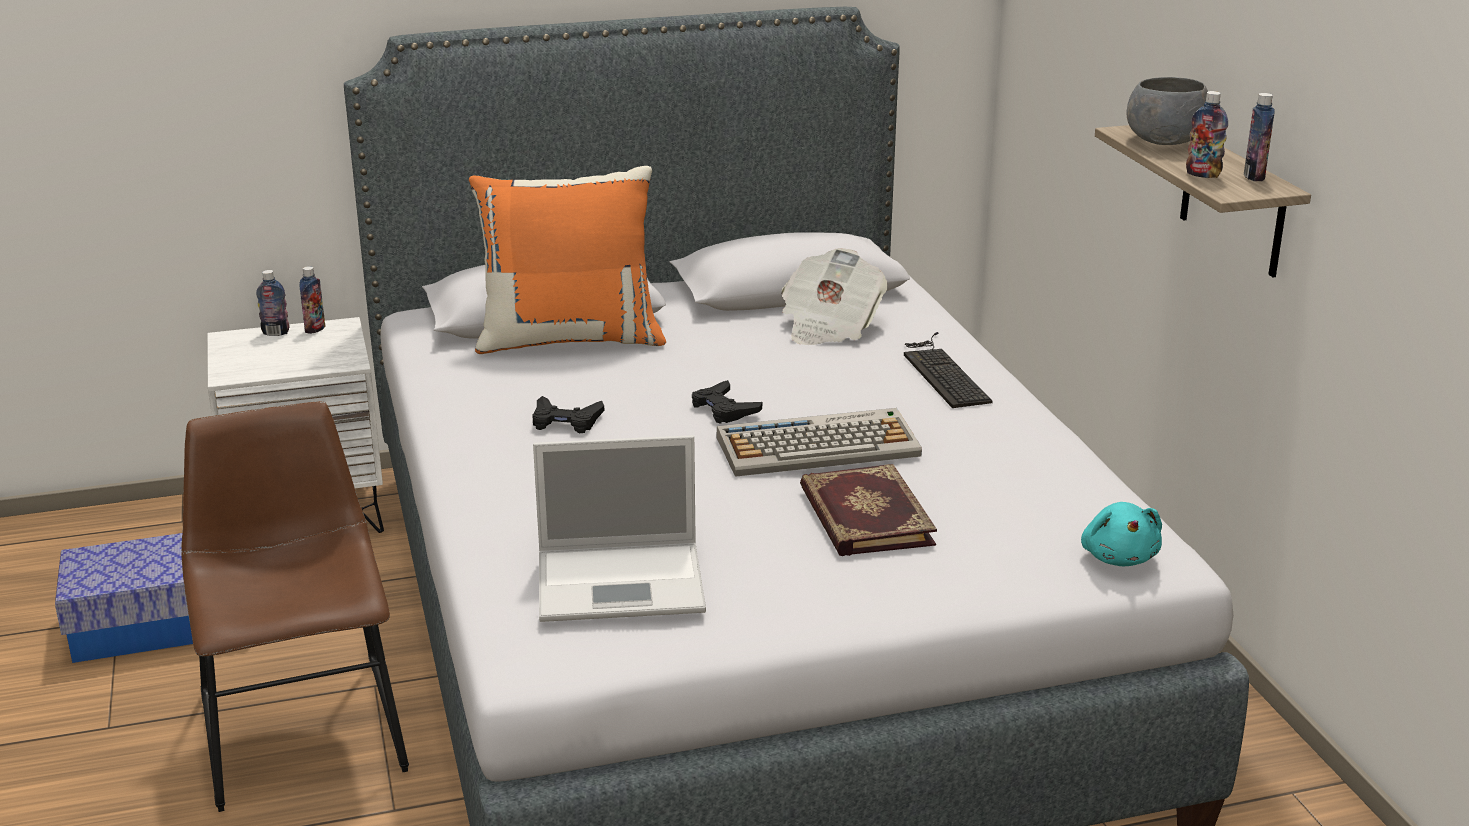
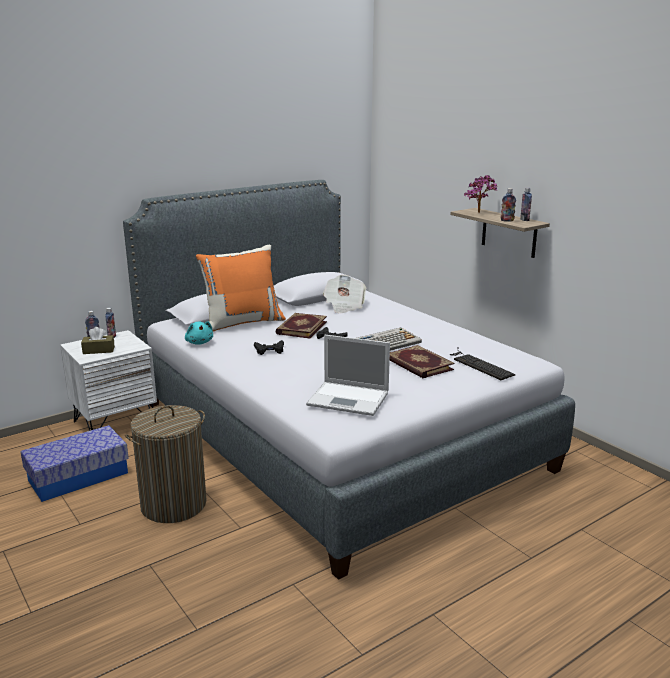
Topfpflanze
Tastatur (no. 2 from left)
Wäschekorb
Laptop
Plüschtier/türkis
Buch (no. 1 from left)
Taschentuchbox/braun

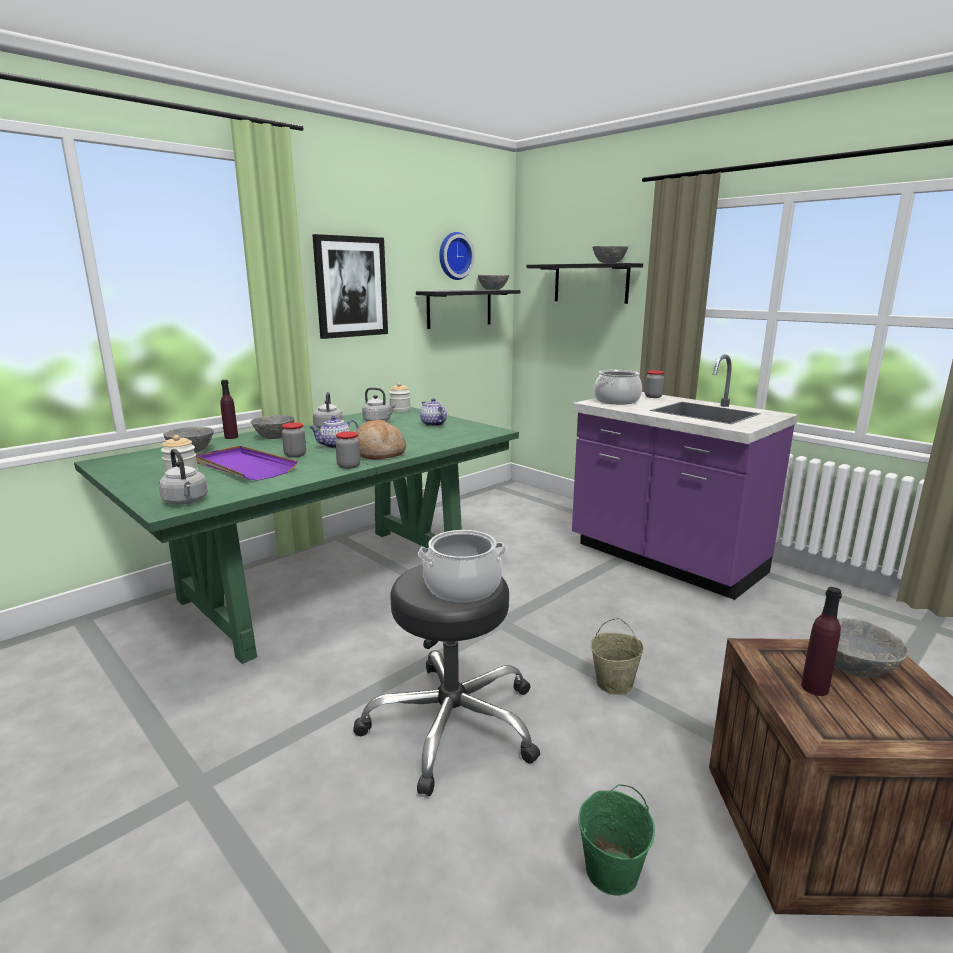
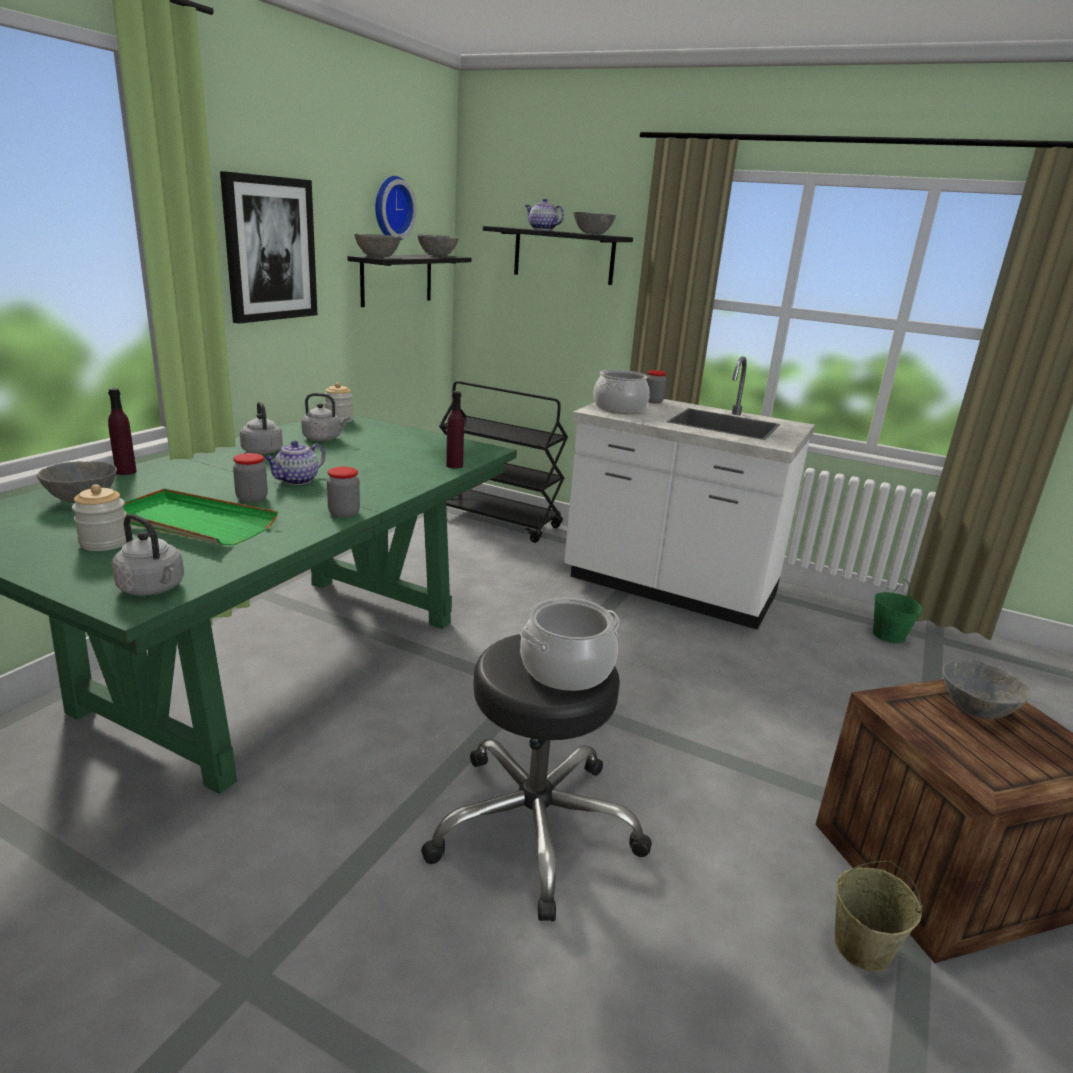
Küchenzeile/weiß
Teekanne (no. 2 from left)
Schüssel/grau (no. 2 from left)
Brot
Tablett/grün
Flasche/lila (no. 2 from left)
Eimer/beige
Eimer/grün
Rollwagen/schwarz

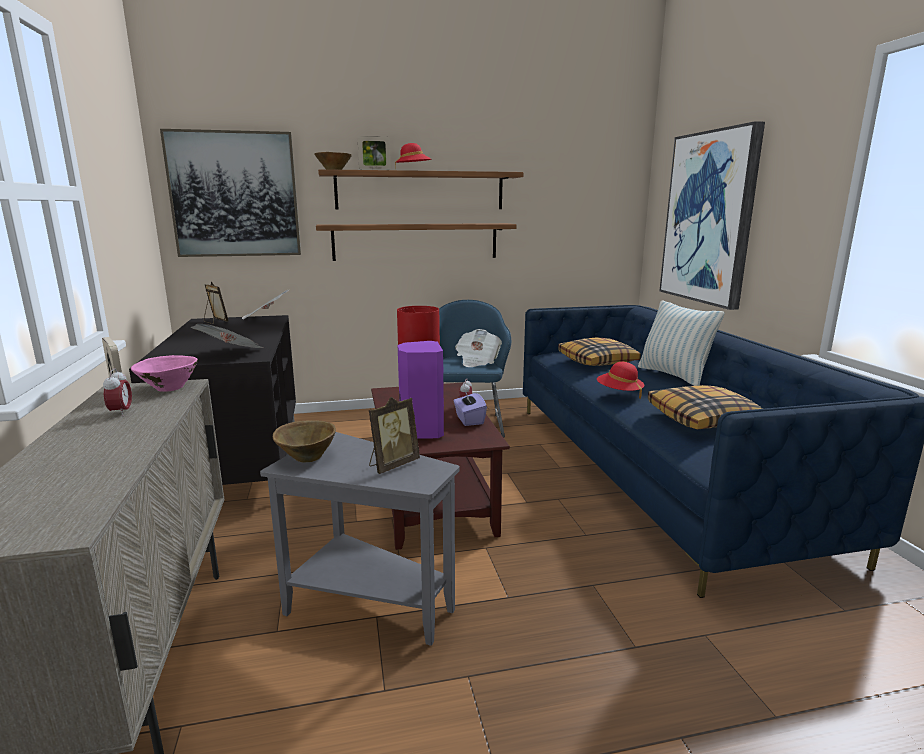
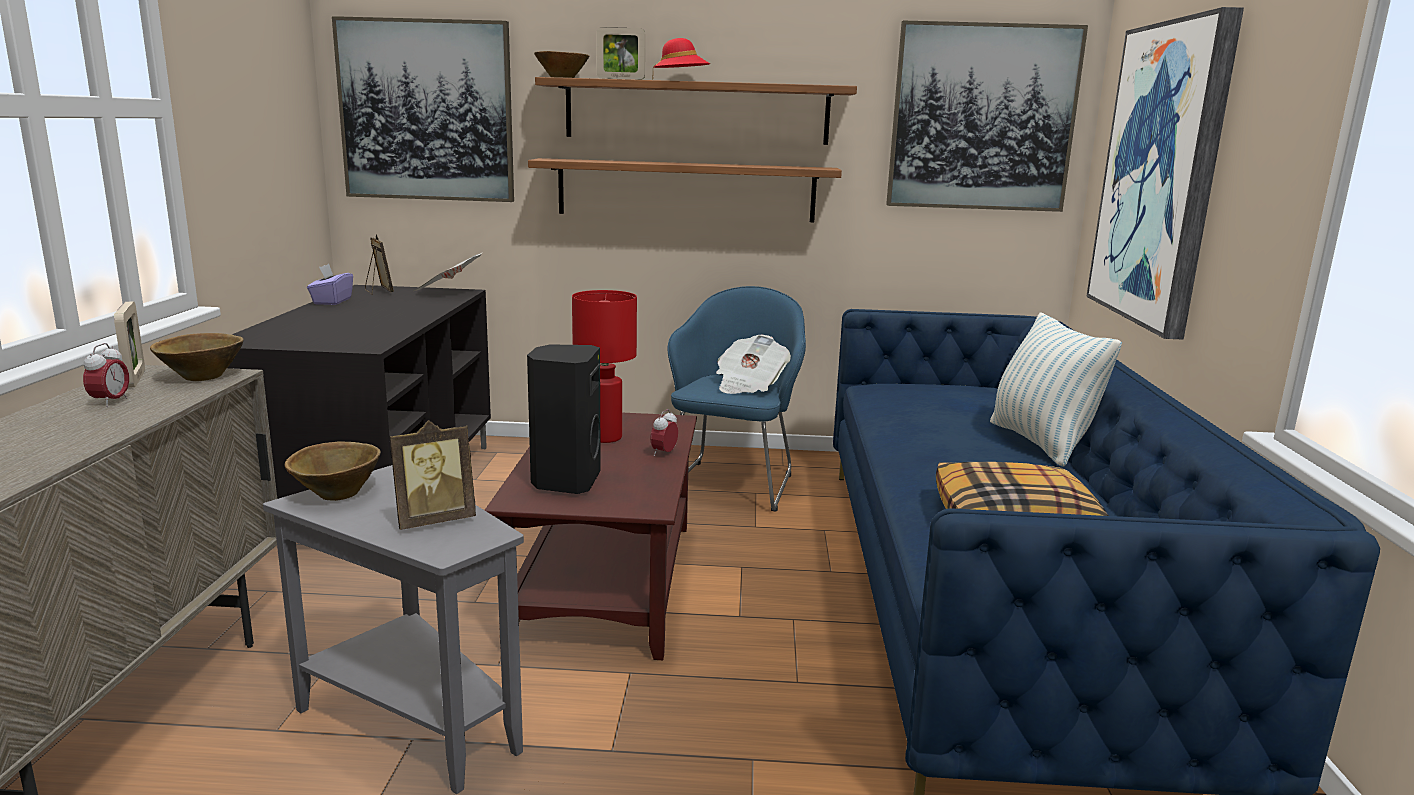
Zeitung (no. 1 from left in the first image)
Kissen (no. 1 from left in the first image)
Lautsprecher/schwarz
Schüssel/braun (no. 1 from left)
Hut/rot (no. 2 from left in the first image)
Taschentuchbox/lila
Bild (no. 2 from left)

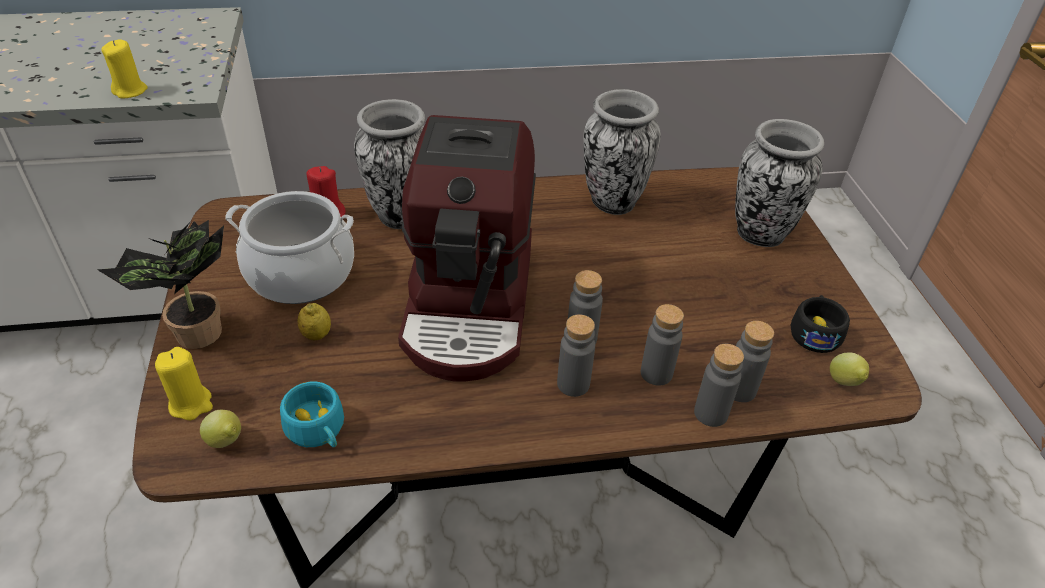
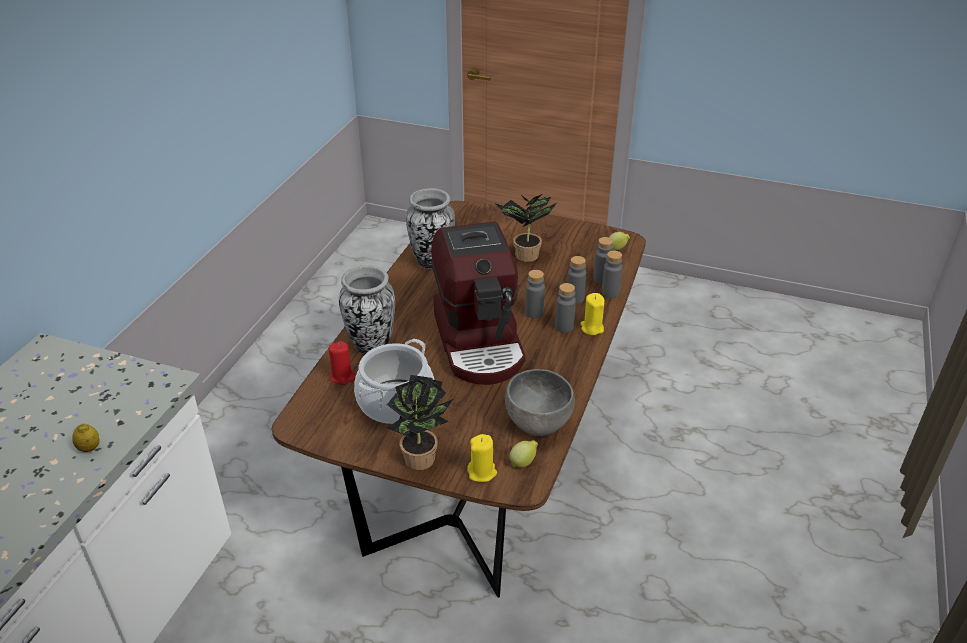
Kerze/gelb (no. 2 from left)
Kaffeemaschine
Vase (no. 3 from left in the first image)
Tasse/schwarz
Zitrone (no. 1 from left)
Schüssel/grau
Topfpflanze (no. 2 from left)

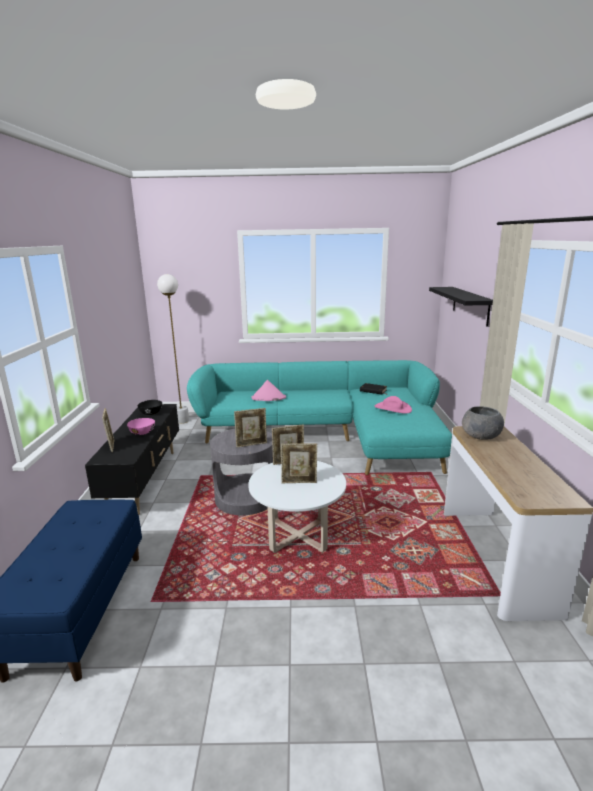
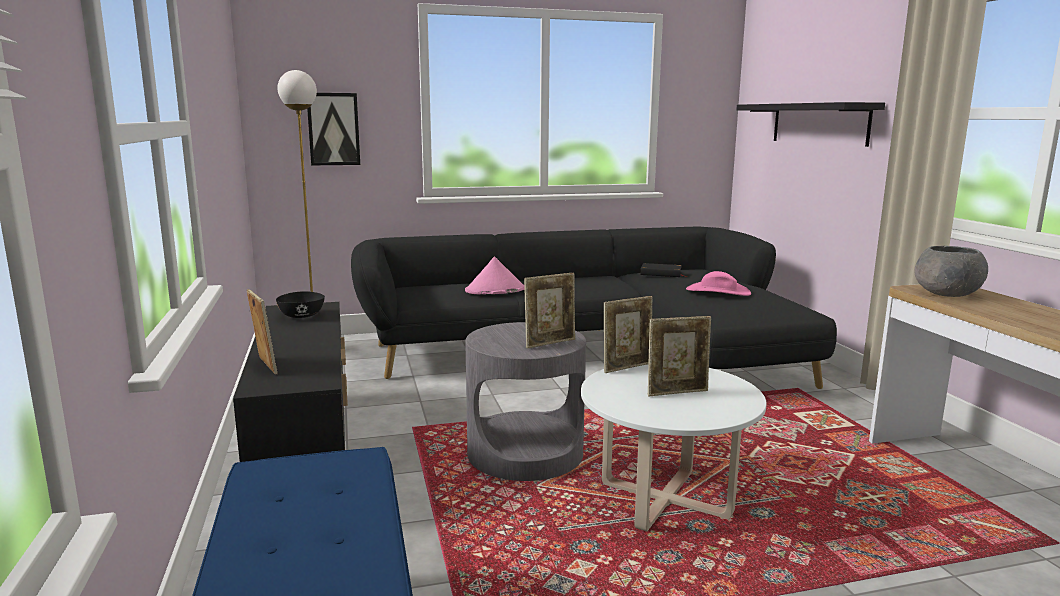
Sofa/schwarz
Schüssel/rosa
Bild

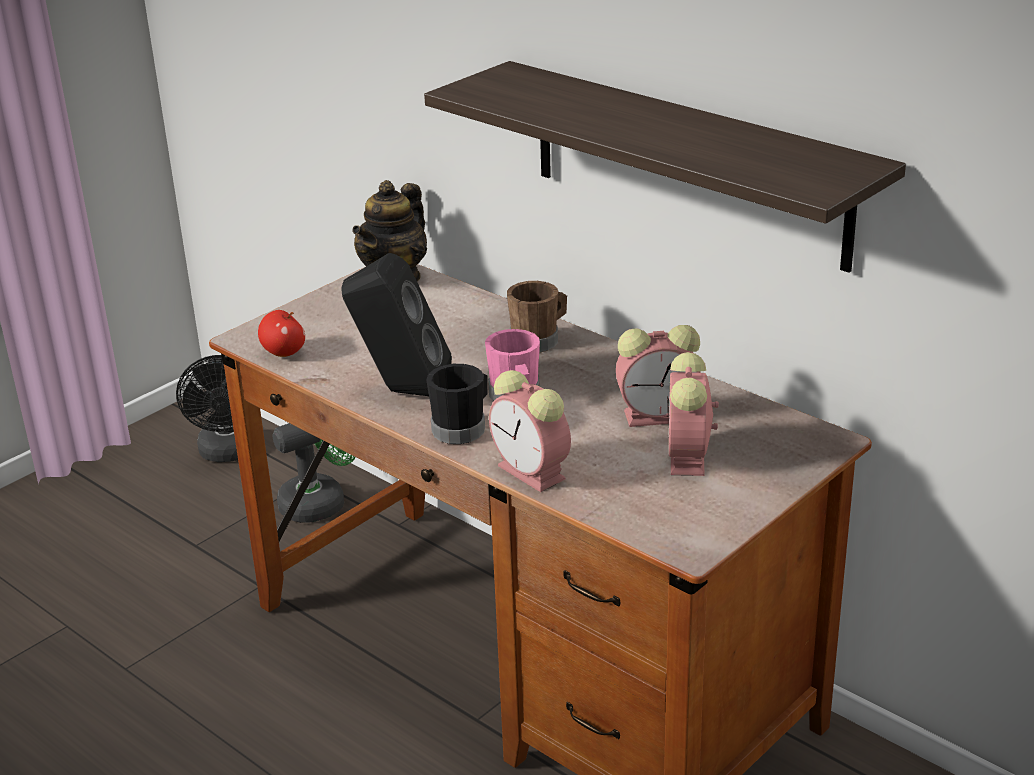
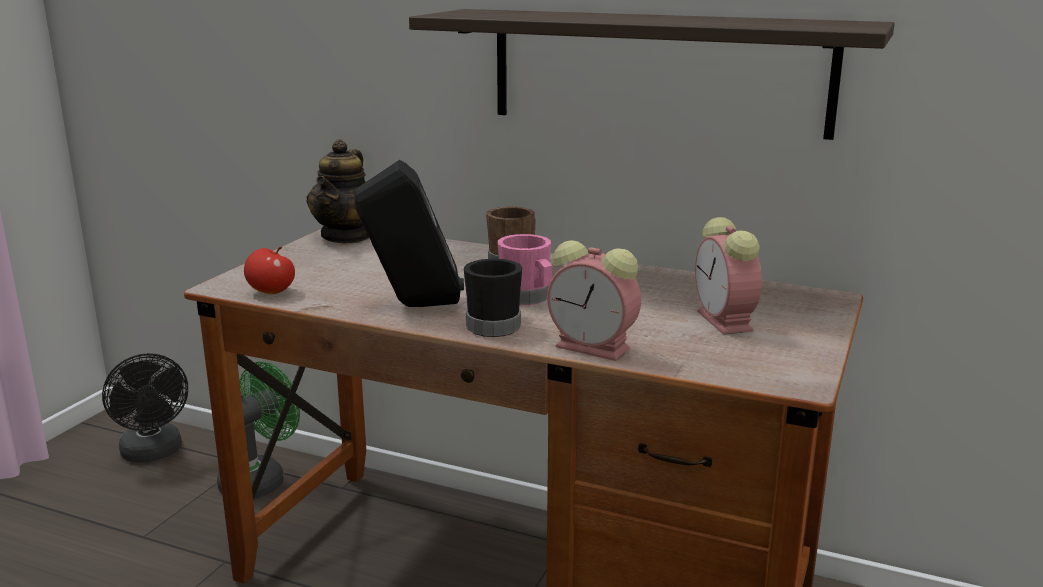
Wecker (no. 2 from left in the first image)

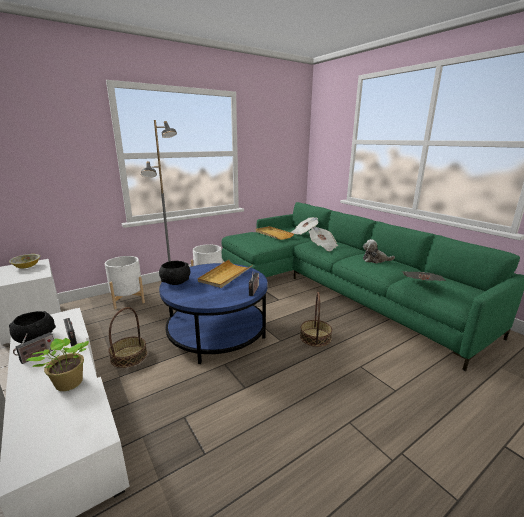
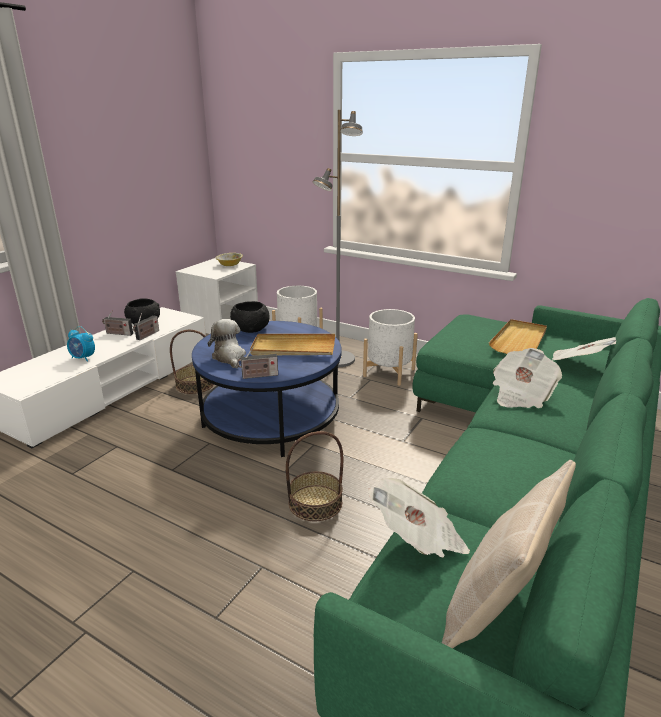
Plüschtier
Wecker
Kissen/beige

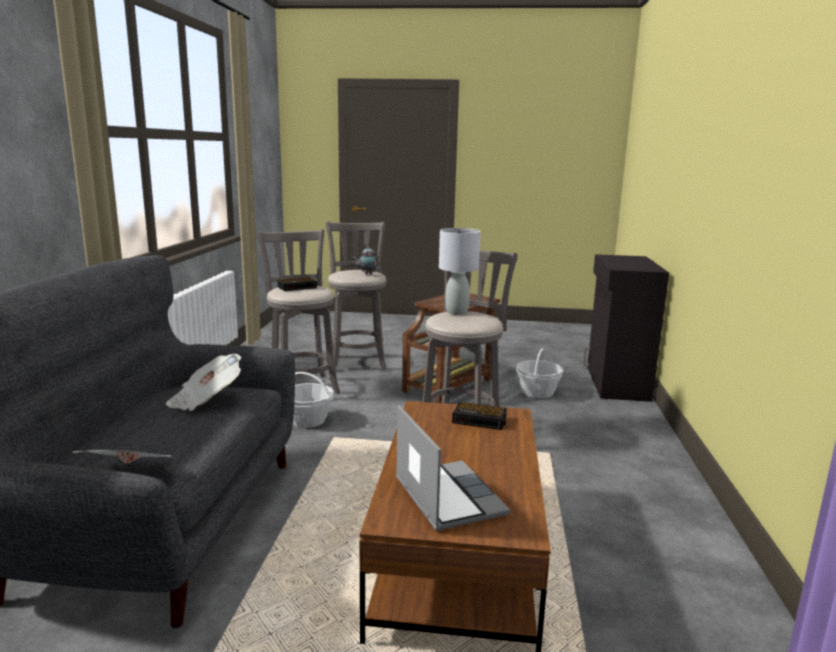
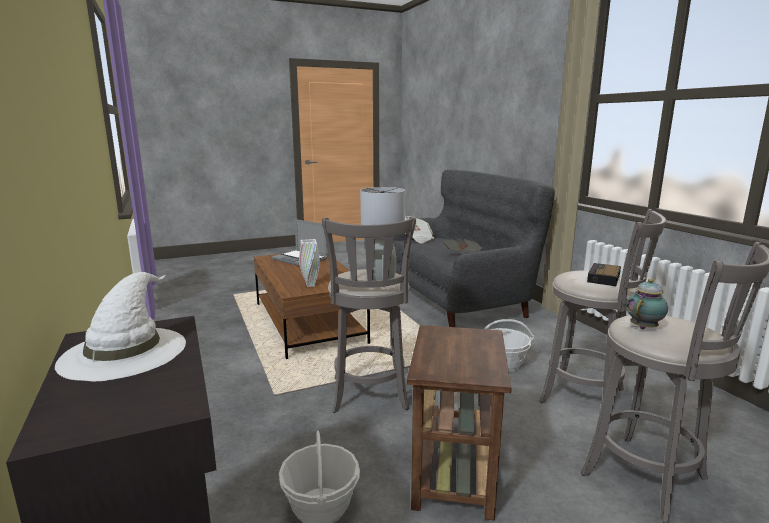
Vase/weiß
Hut/weiß

